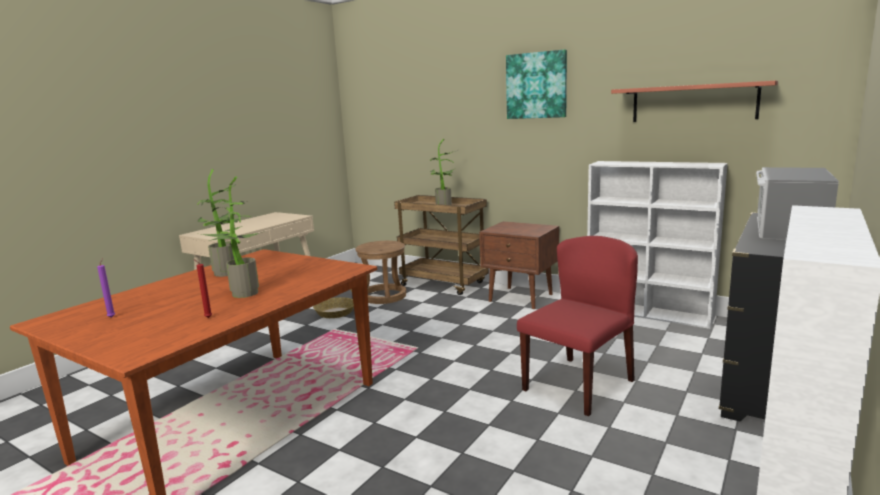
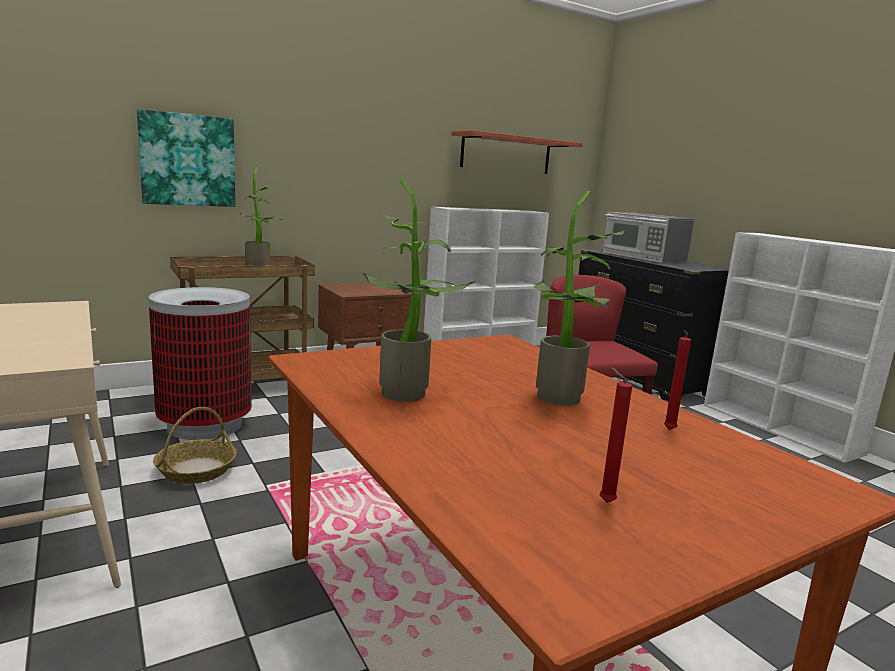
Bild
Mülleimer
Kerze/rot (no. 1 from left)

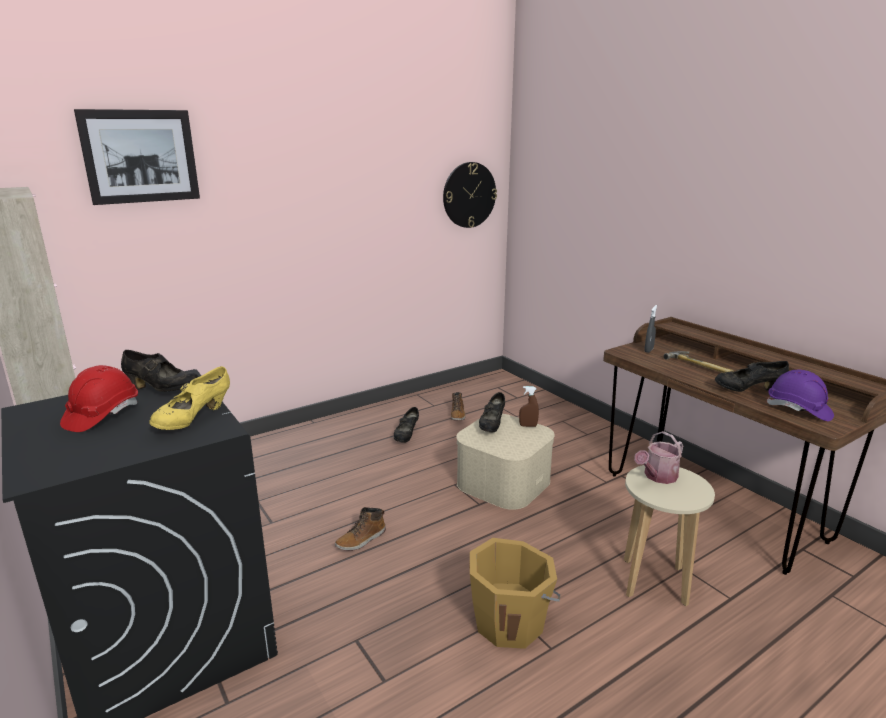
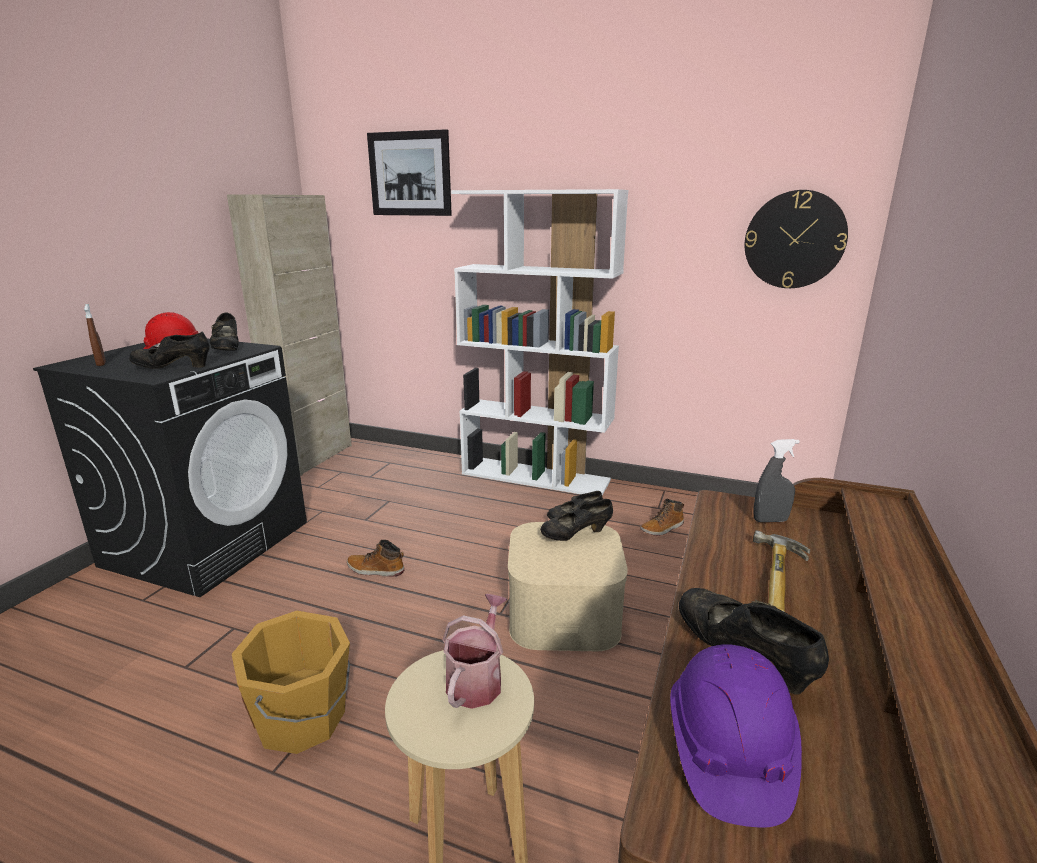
Schuh/schwarz (no. 1 from left)
Sprühflasche/braun
Gießkanne
Bücherregal/weiß

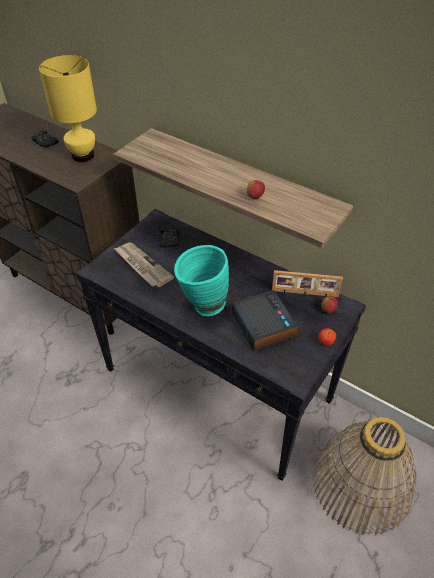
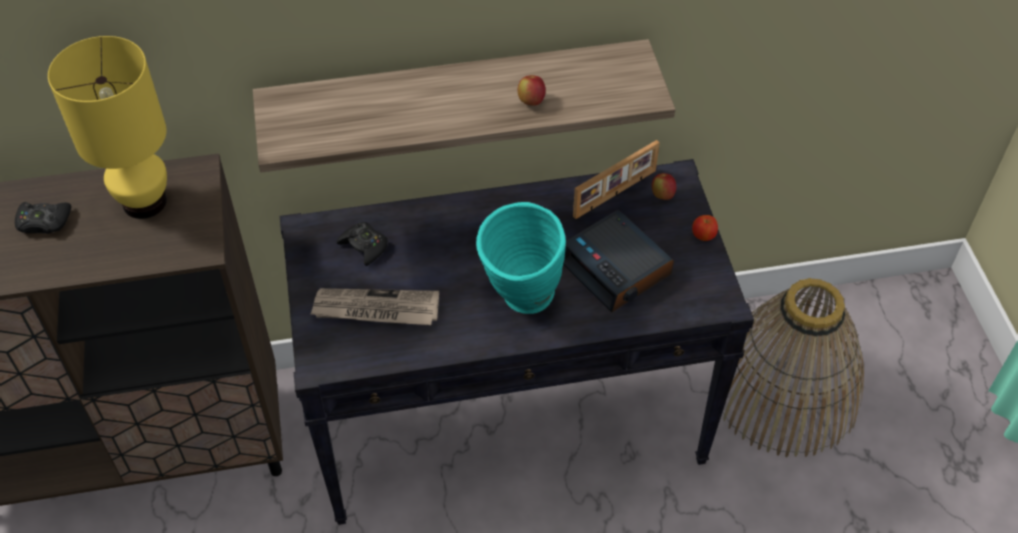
Wecker

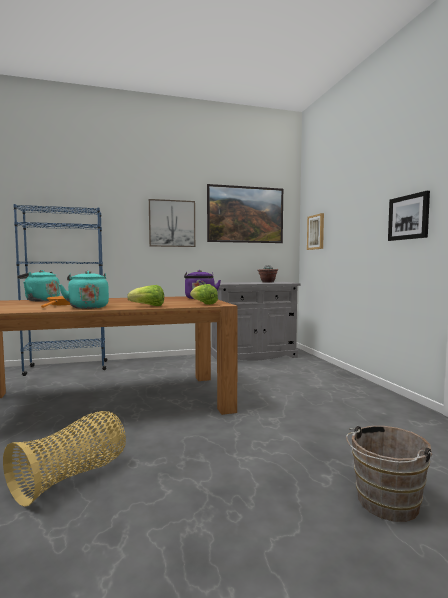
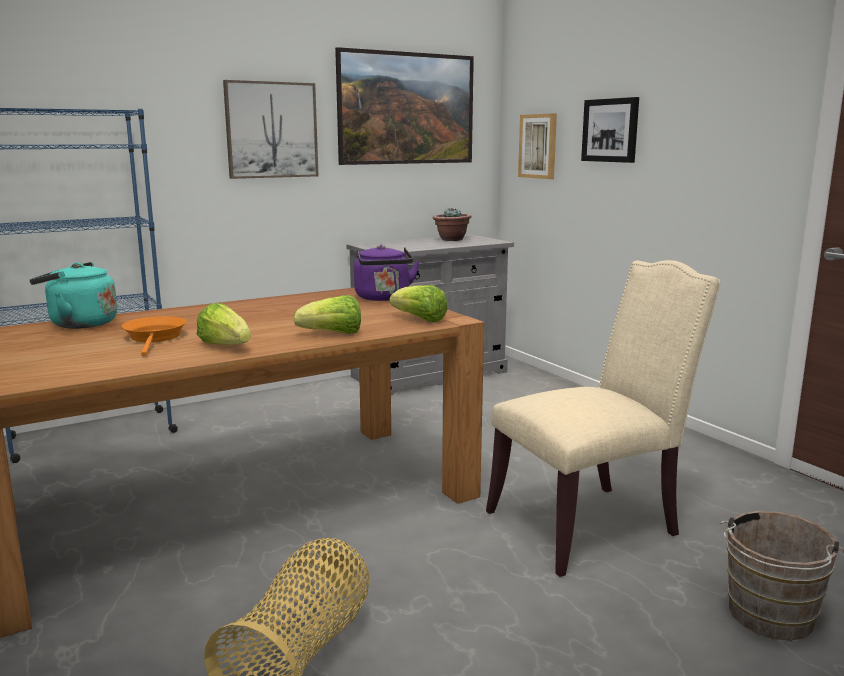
Bild (no. 4 from left)
Salatkopf (no. 1 from left)
Stuhl/beige

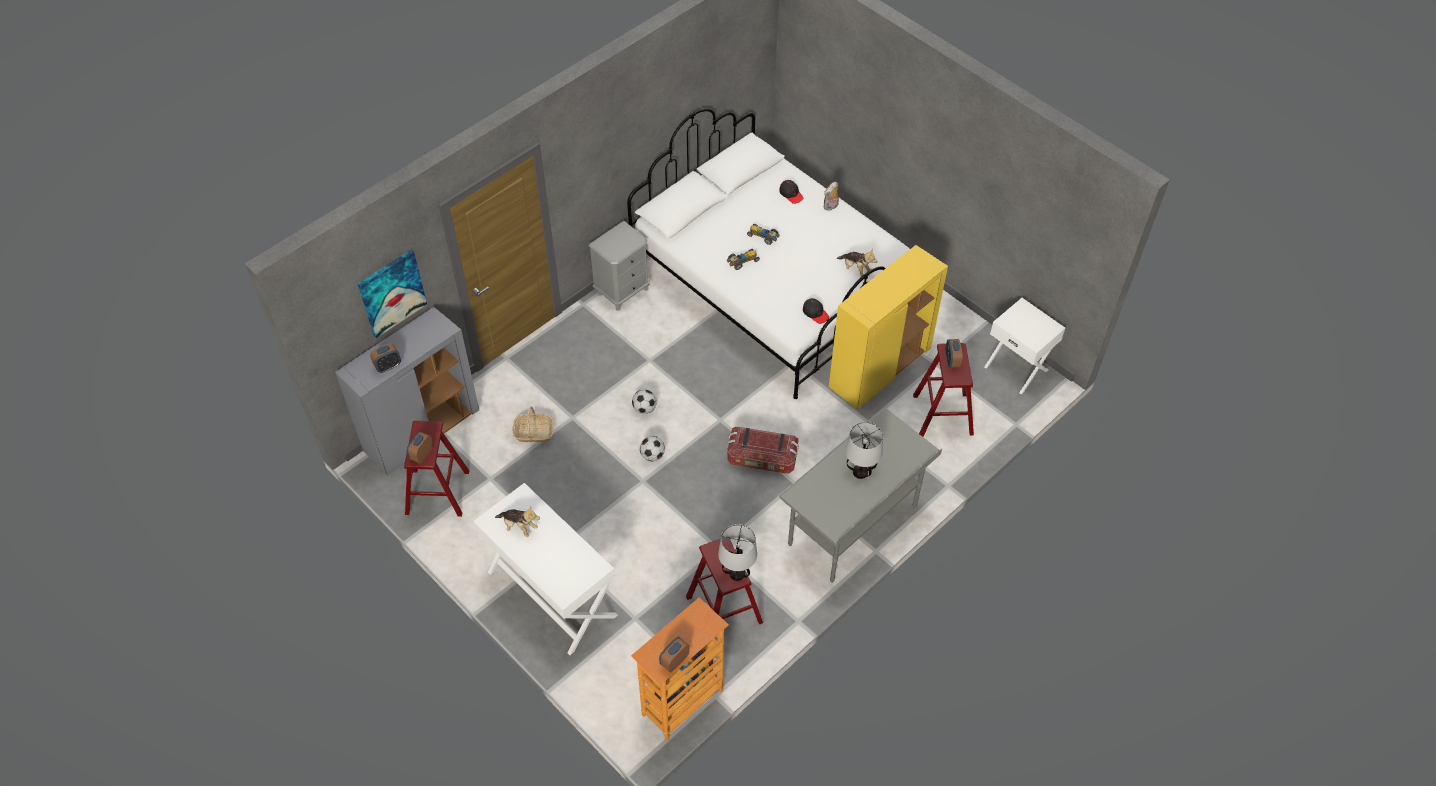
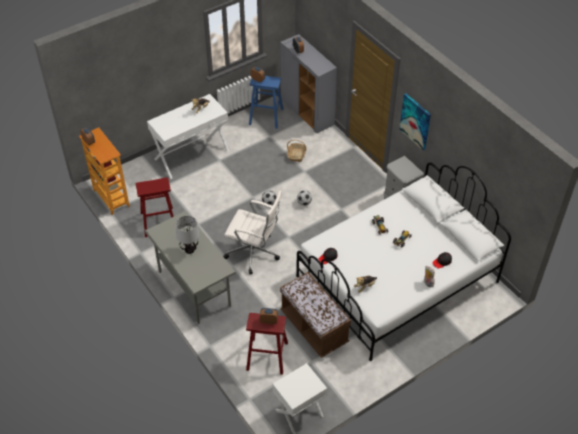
Bank/braun
Bild
Hocker/blau
Bürostuhl/weiß
Tischlampe (no. 1 from left in the first image)

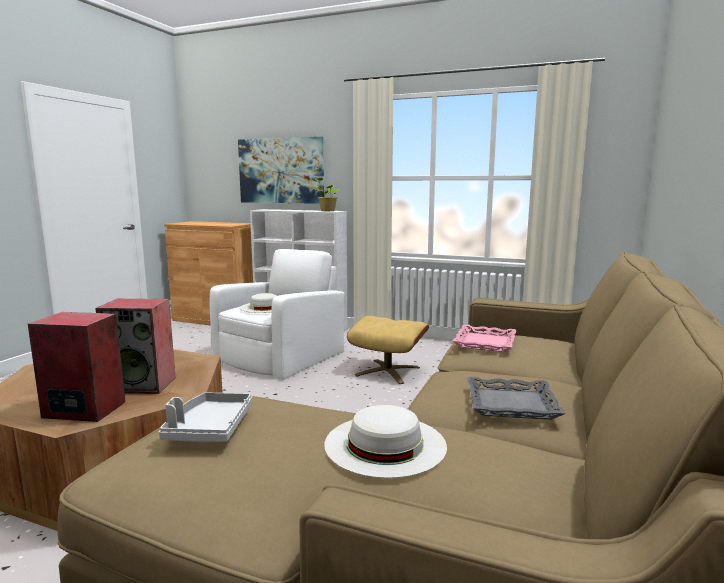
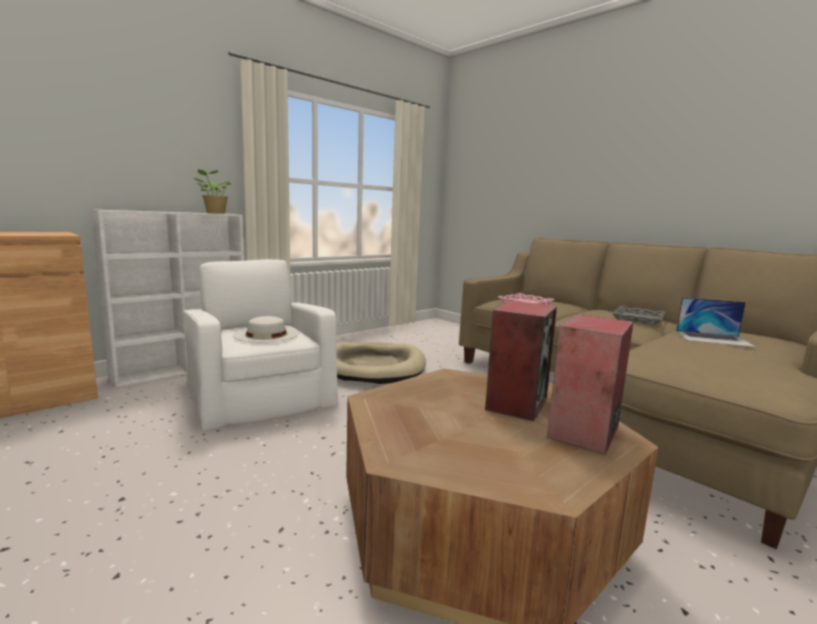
Bild
Hundebett/beige
Tablett/grau (no. 1 from left in the first image)
Laptop

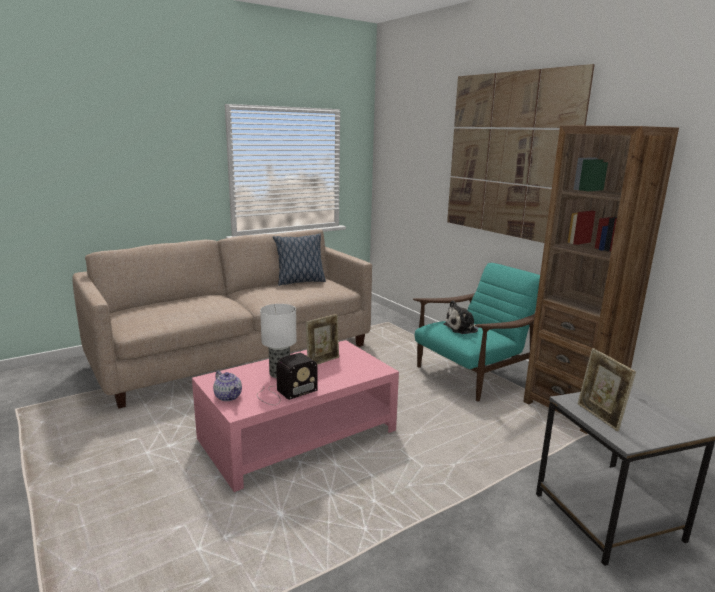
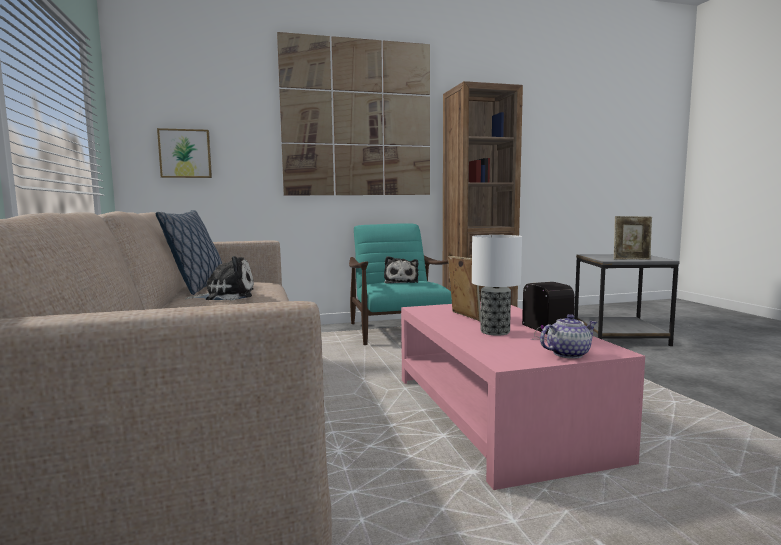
Bild (no. 1 from left)
Plüschtier (no. 1 from left)

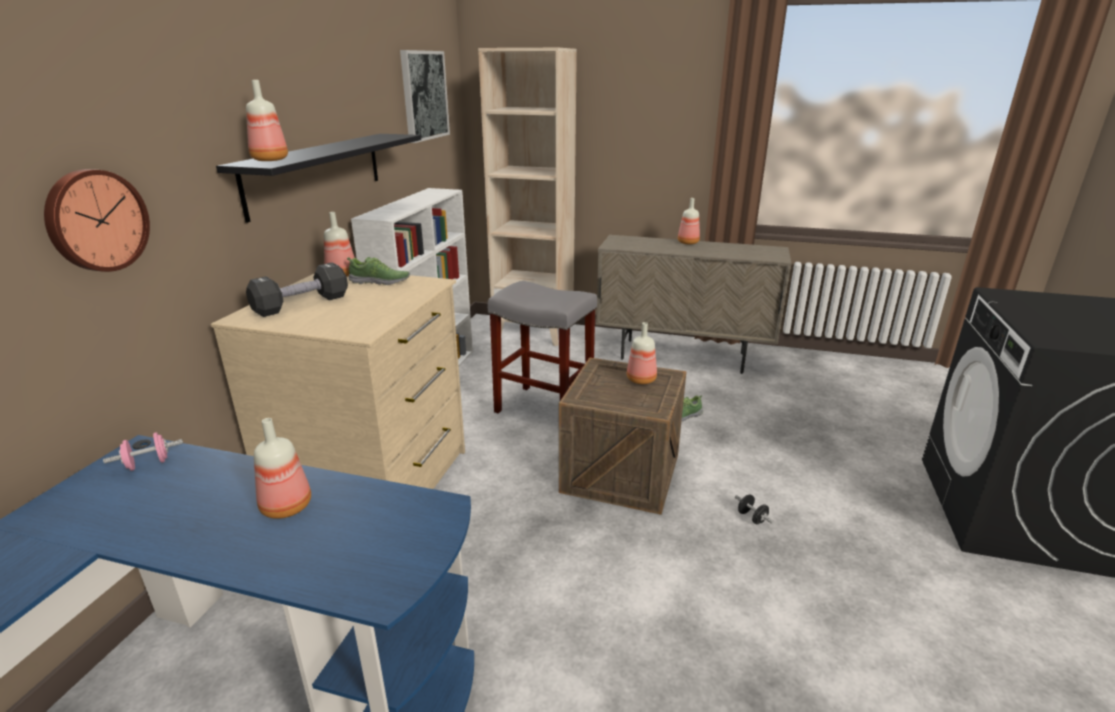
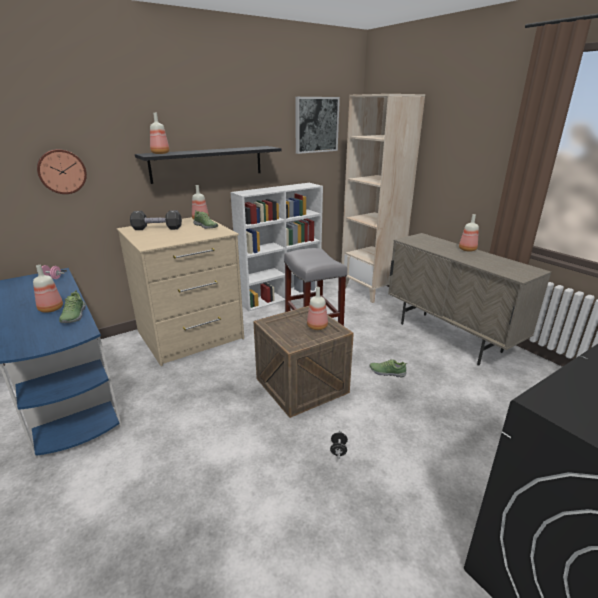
Schuh (no. 1 from left)

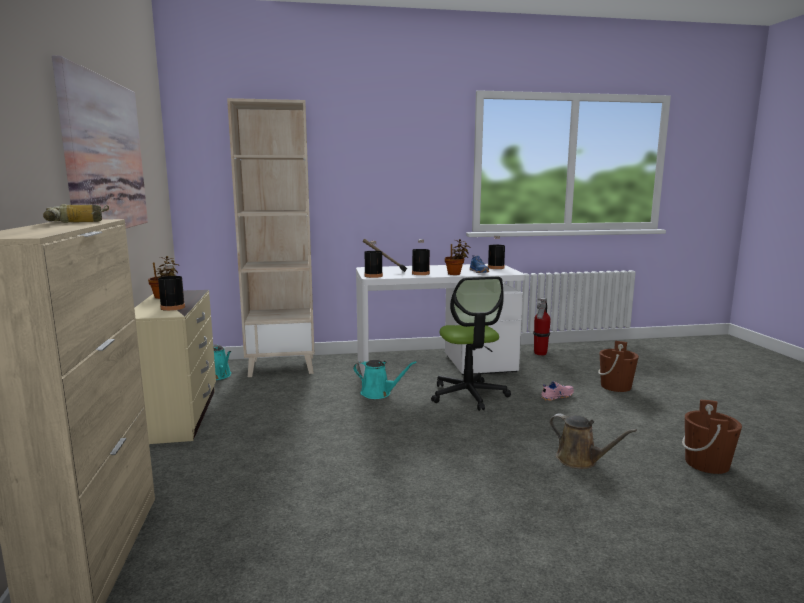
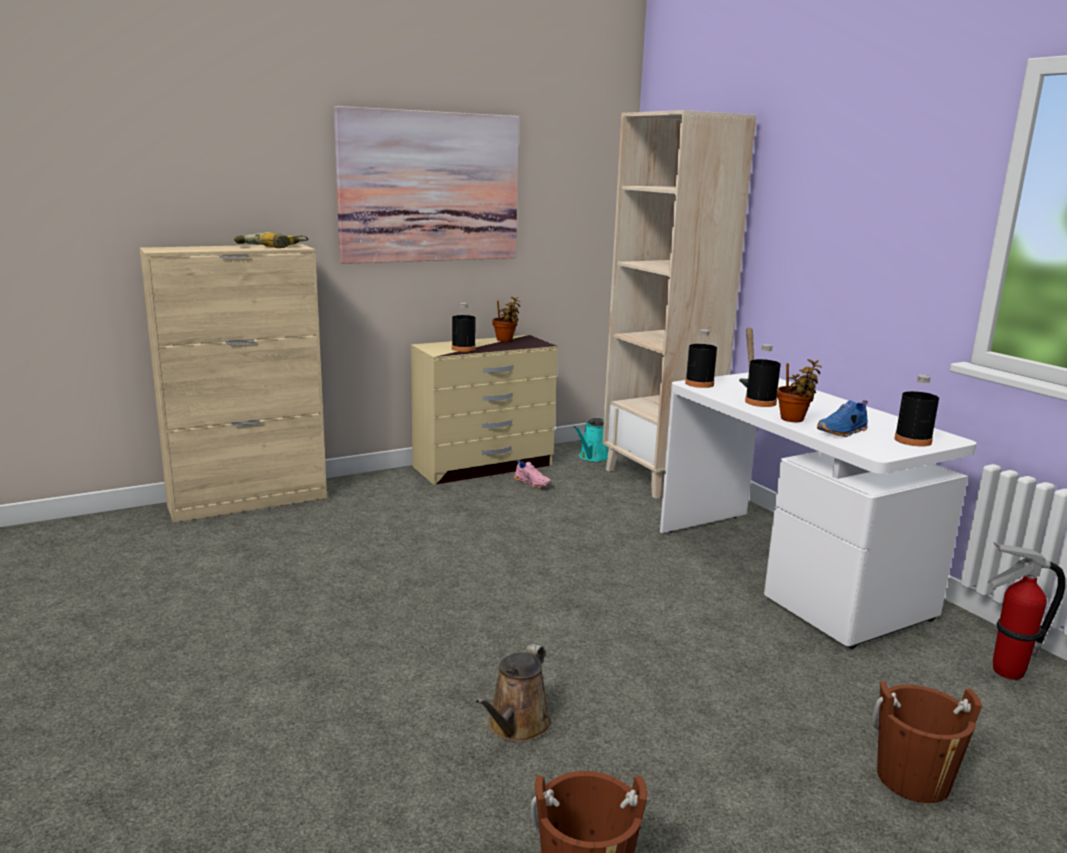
Bürostuhl
Gießkanne/türkis (no. 2 from left in the first image)
Schuh/rosa

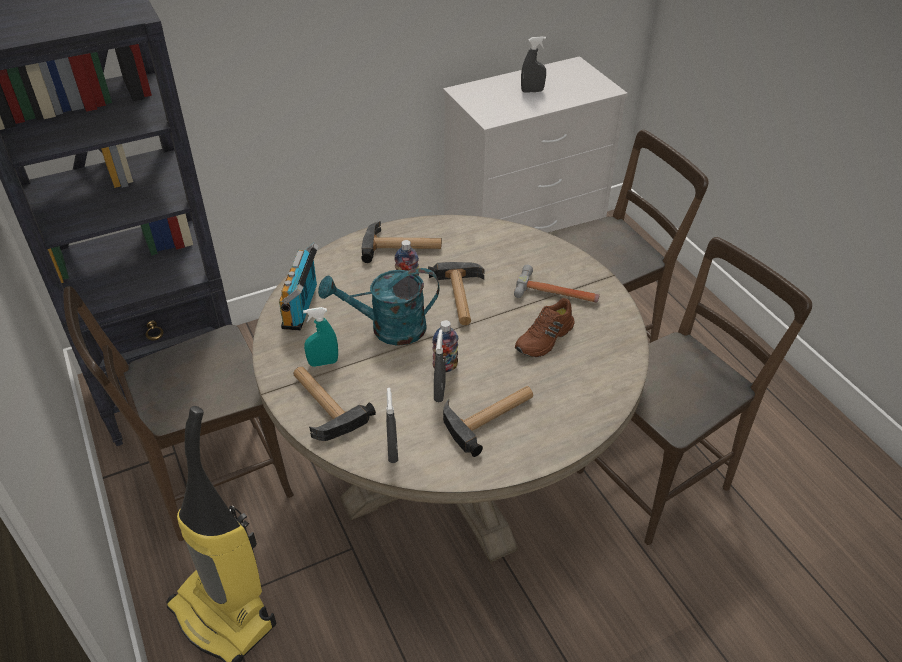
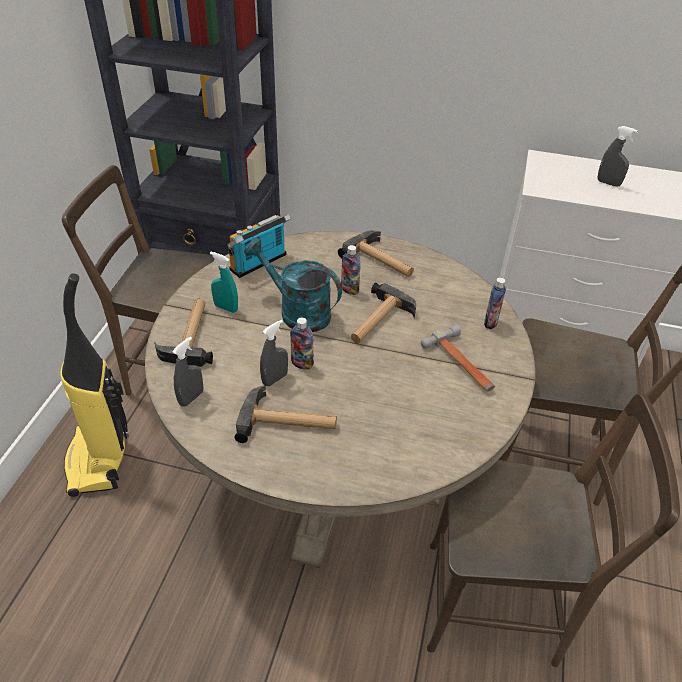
Schuh/braun
Flasche (no. 3 from left)

